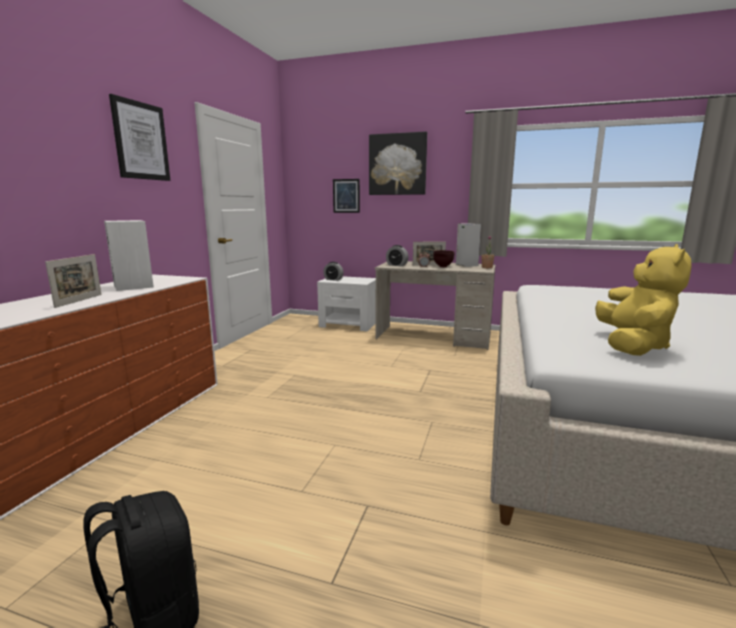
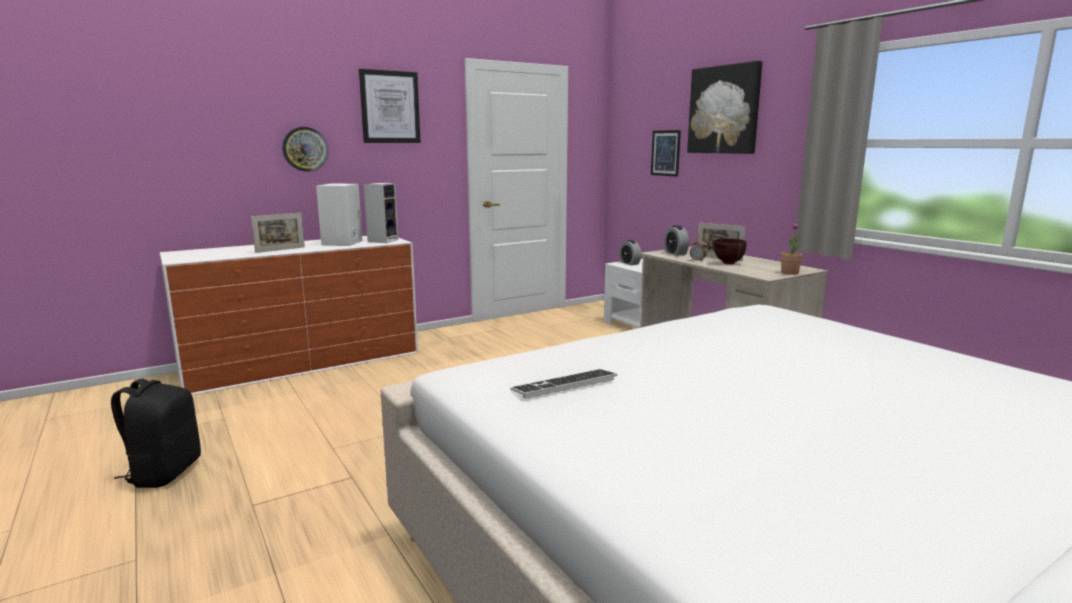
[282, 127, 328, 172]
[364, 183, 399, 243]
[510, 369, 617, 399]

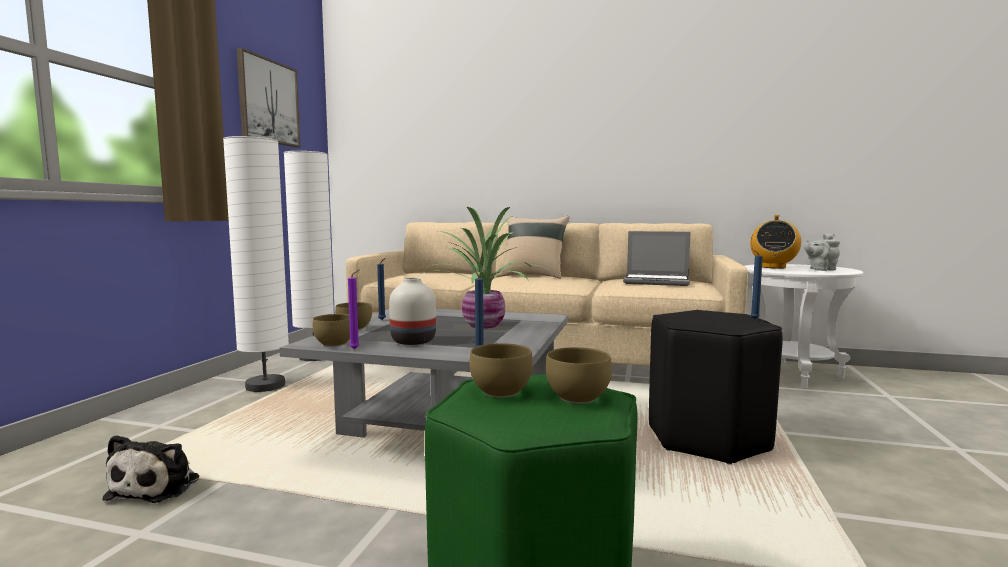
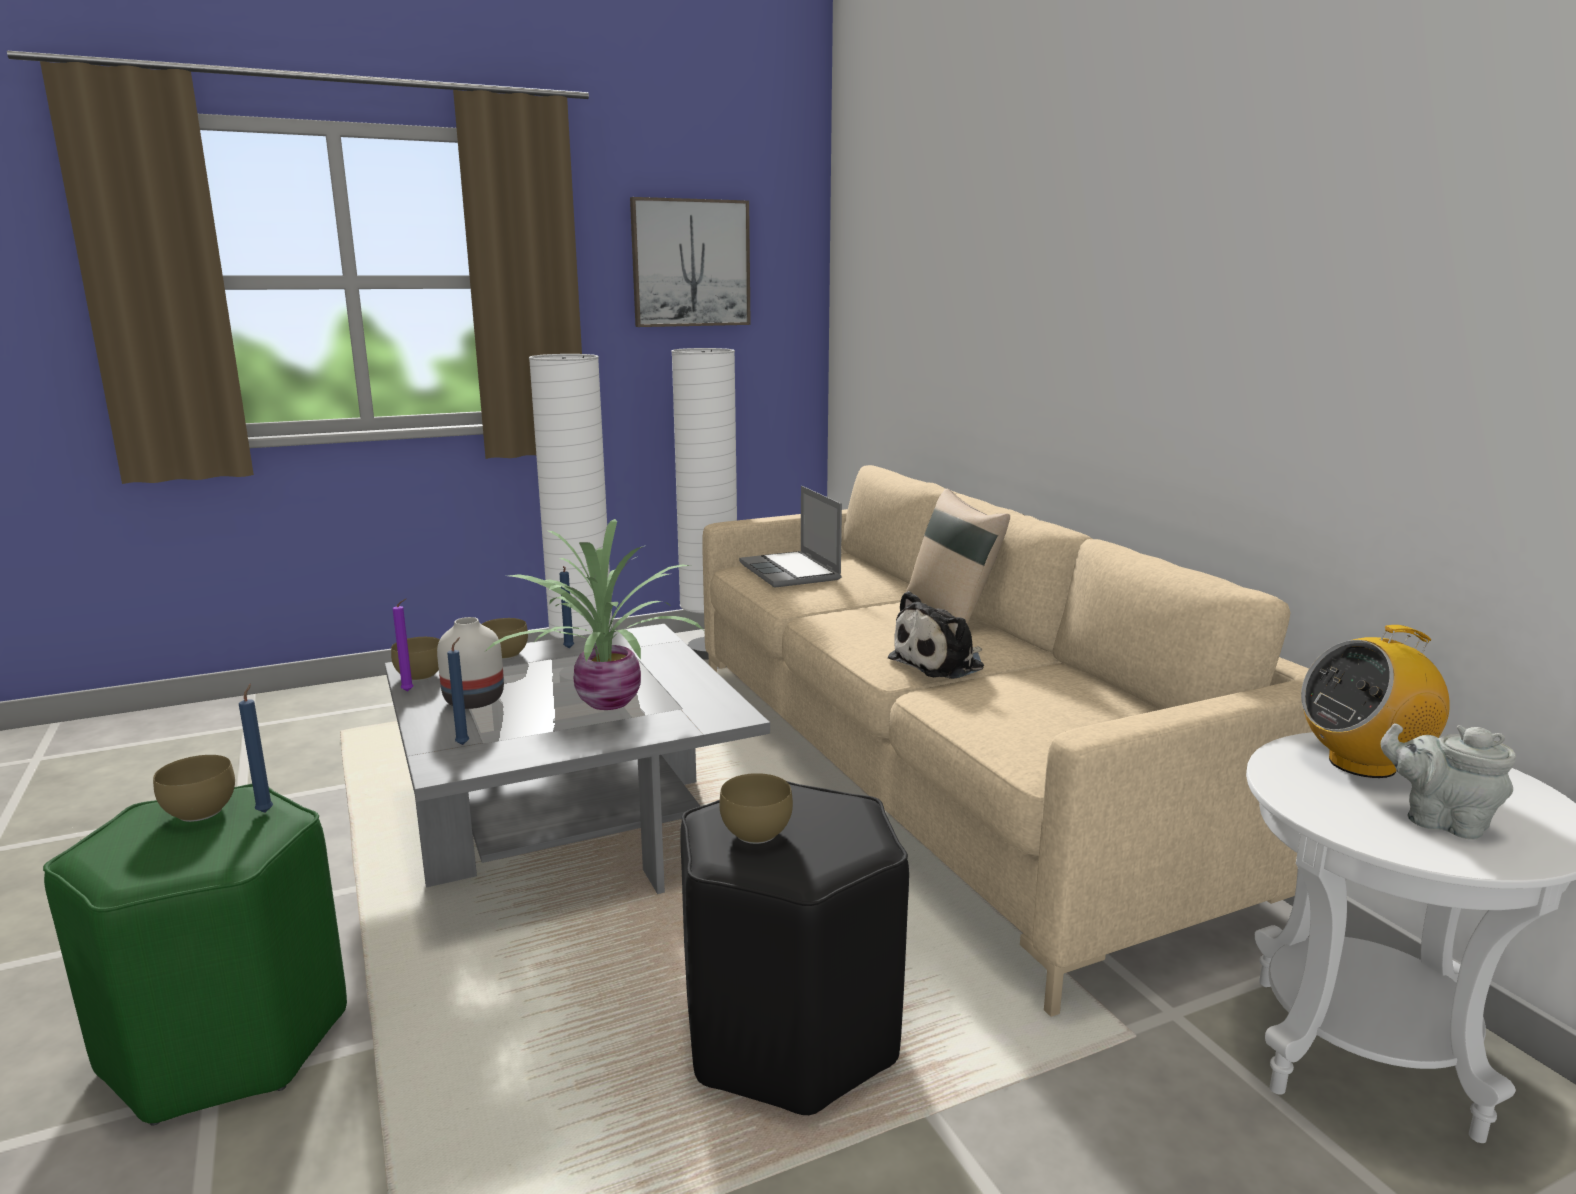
[888, 591, 984, 679]
[719, 773, 793, 844]
[739, 486, 842, 588]
[239, 684, 273, 813]

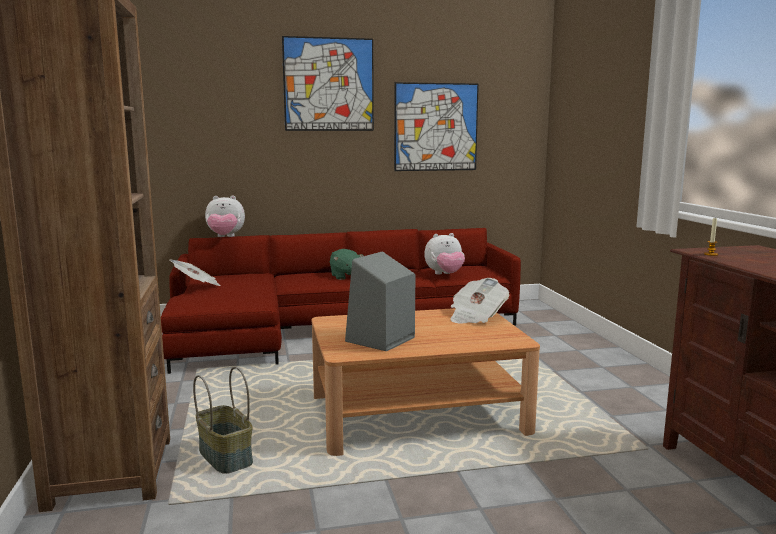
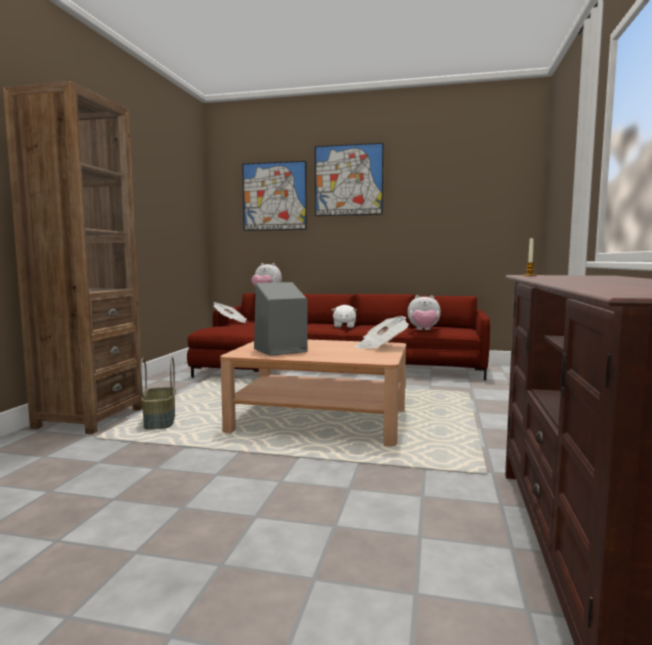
[242, 161, 307, 231]
[332, 305, 357, 328]

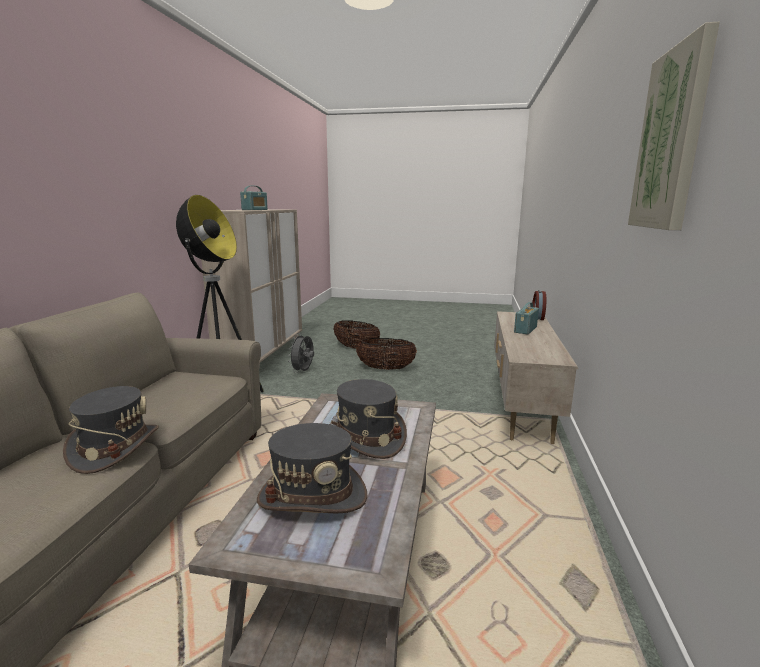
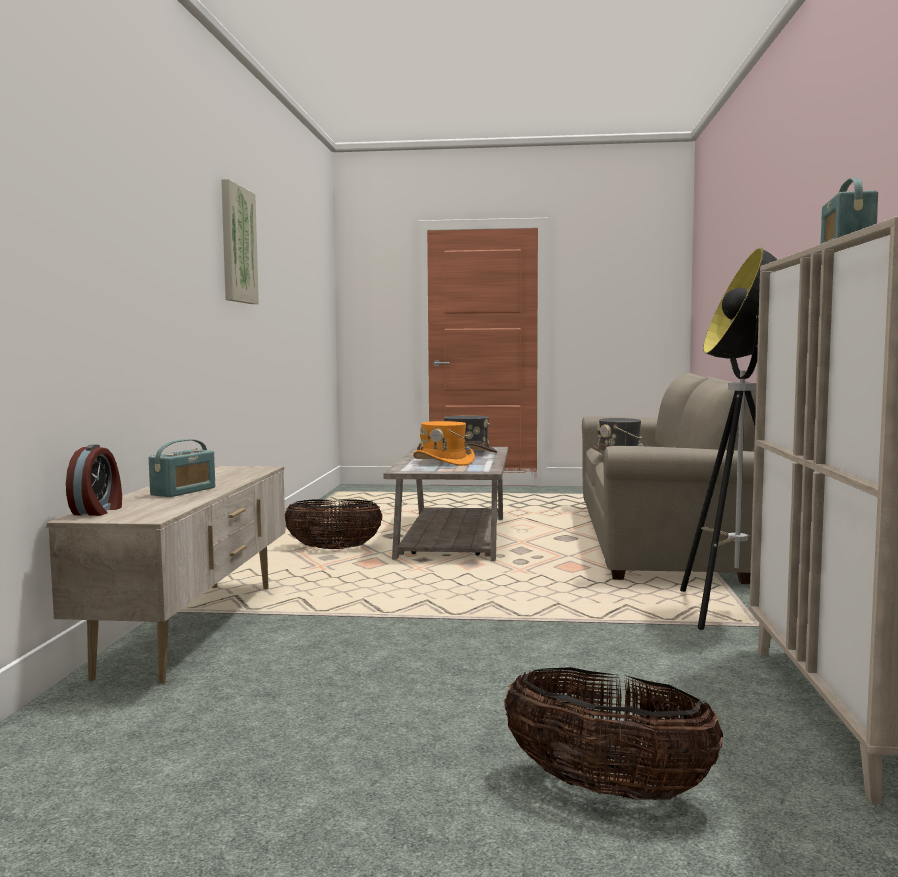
[288, 333, 314, 373] (first image)
[285, 500, 382, 549]
[413, 421, 475, 466]

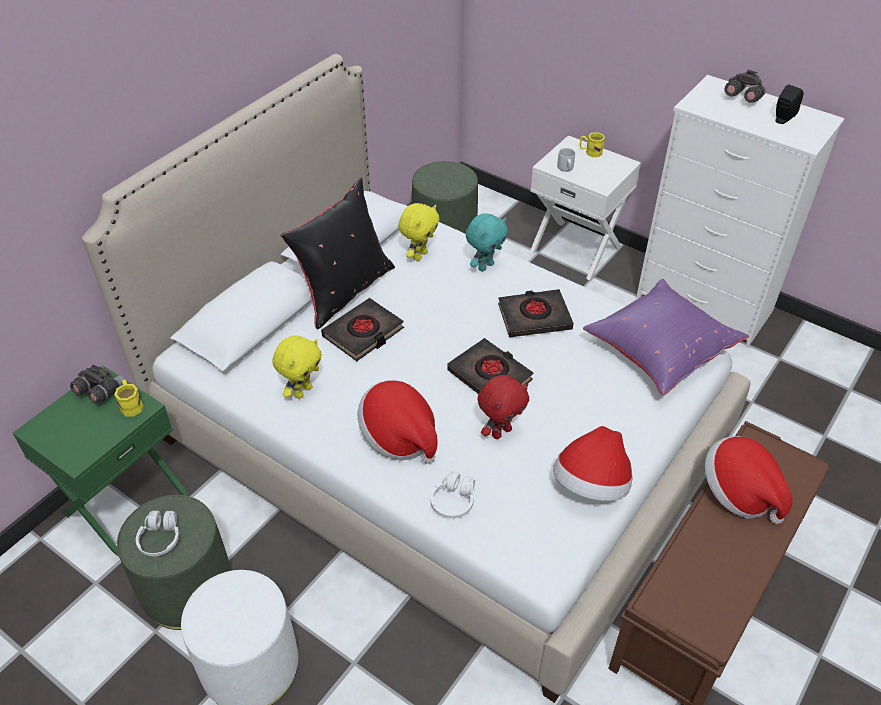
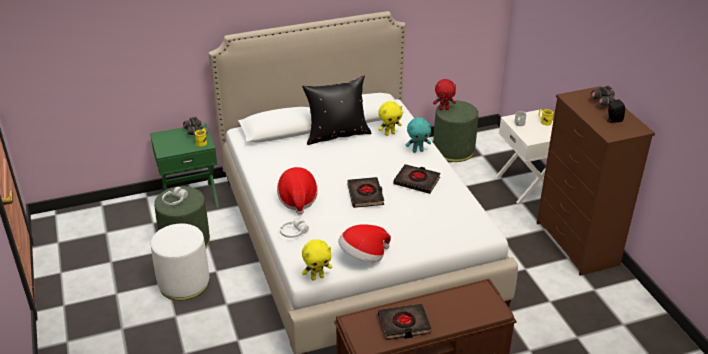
[583, 279, 749, 396] (first image)
[705, 436, 793, 524] (first image)
[302, 239, 333, 280]
[378, 304, 431, 340]
[433, 79, 456, 110]
[537, 86, 655, 276]

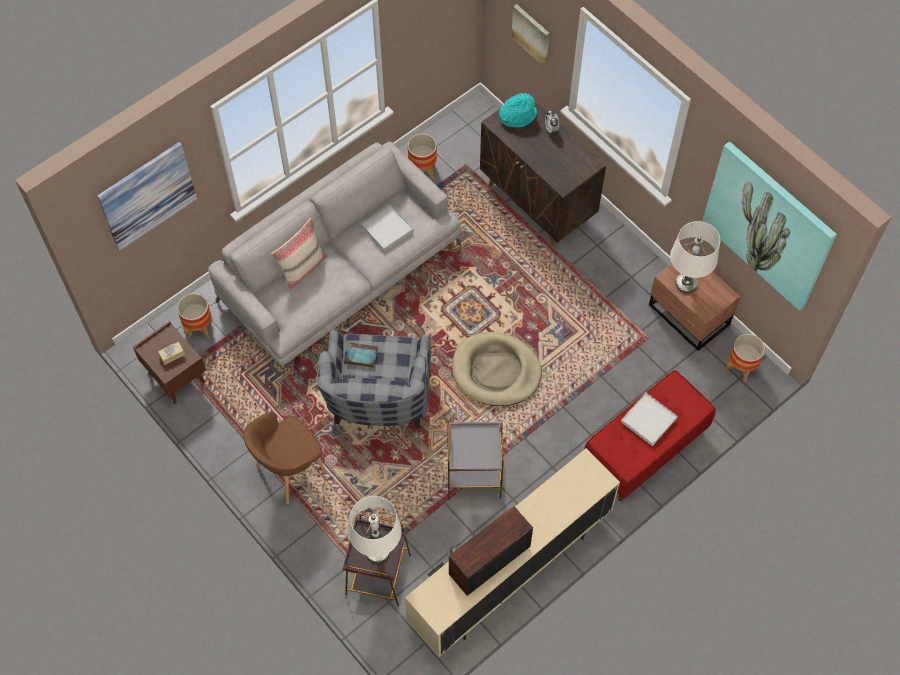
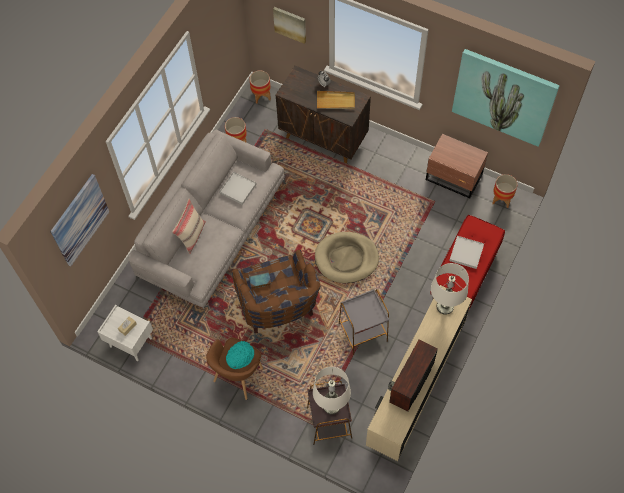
[317, 91, 355, 109]
[250, 70, 271, 104]
[226, 341, 254, 369]
[431, 263, 469, 315]
[97, 304, 153, 361]
[232, 250, 320, 333]

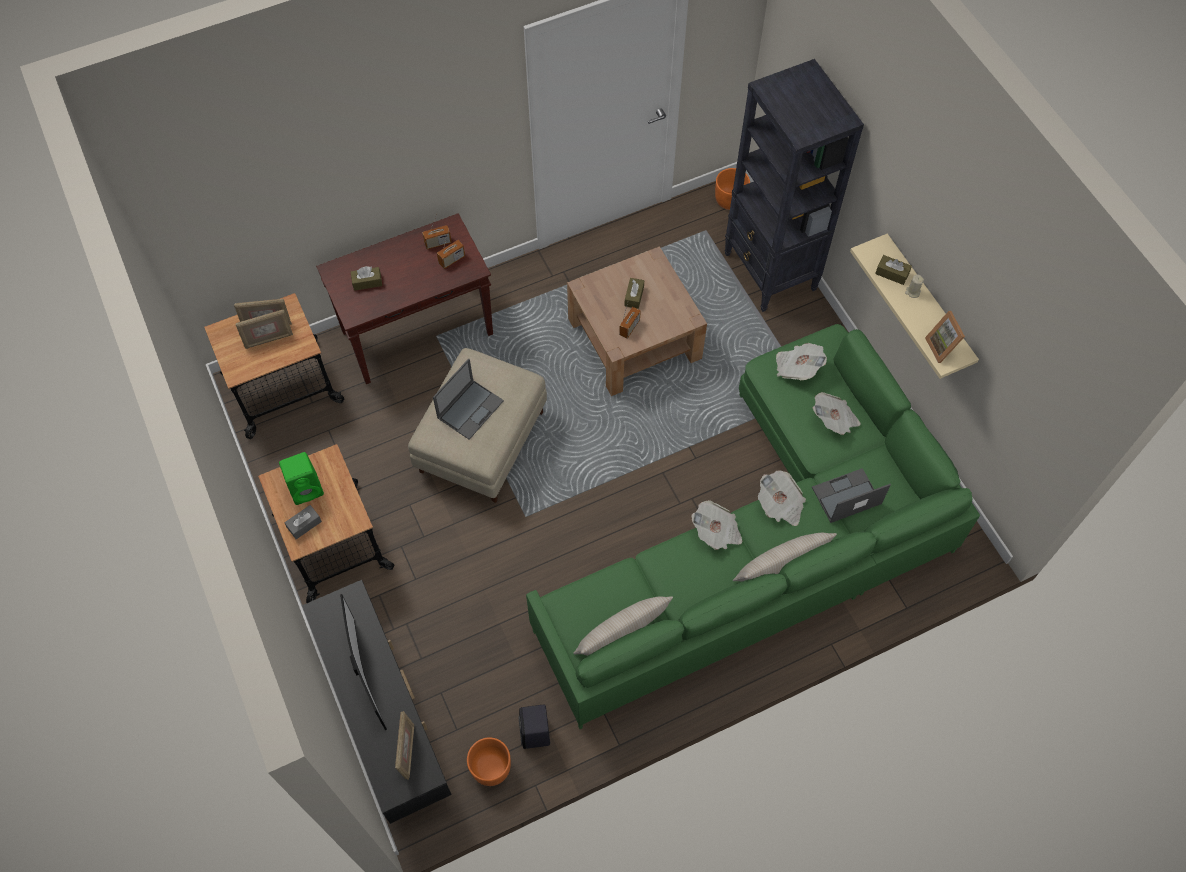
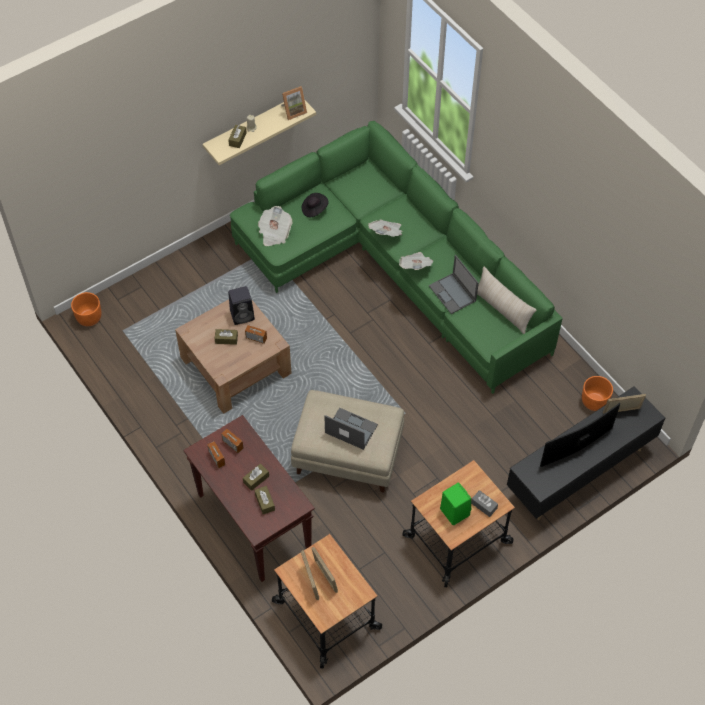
[724, 59, 864, 312] (first image)
[733, 533, 837, 582] (first image)
[243, 463, 269, 491]
[228, 286, 255, 325]
[429, 255, 479, 314]
[302, 193, 328, 217]

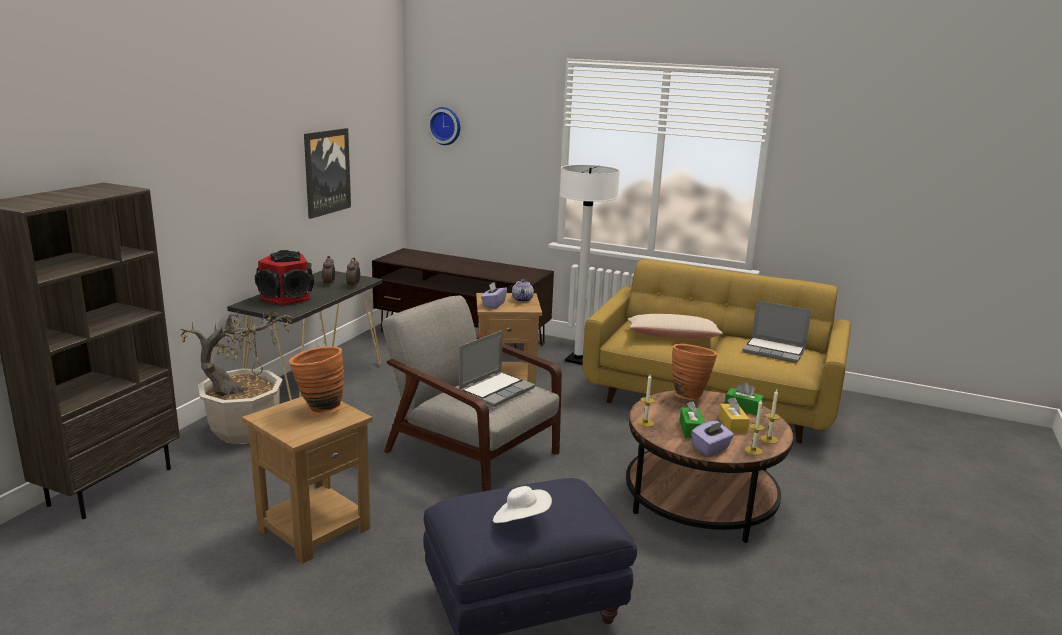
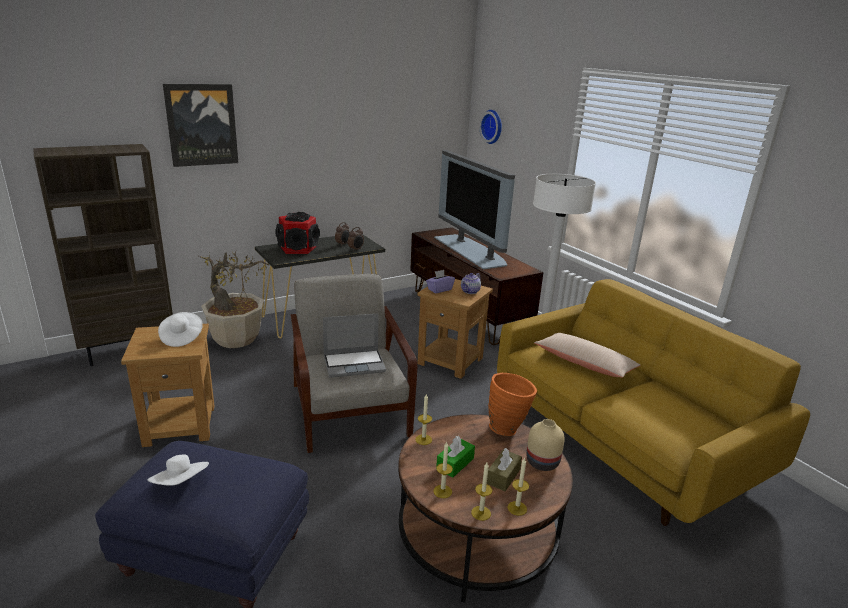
[742, 300, 812, 363] (first image)
[434, 150, 515, 270]
[163, 84, 238, 167]
[158, 312, 203, 347]
[433, 442, 453, 498]
[526, 419, 565, 471]
[487, 448, 522, 491]

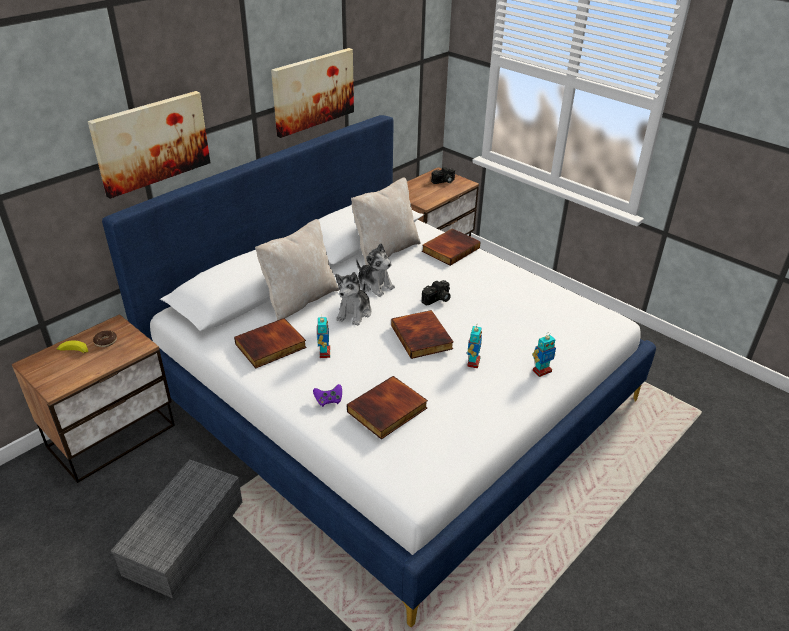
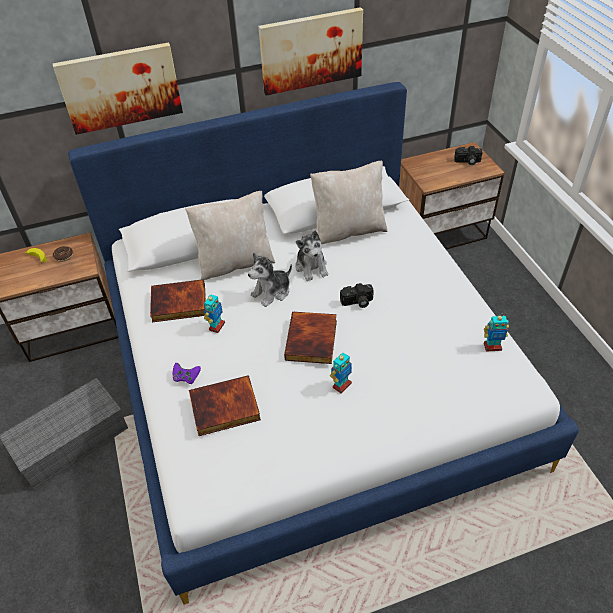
[422, 228, 481, 266] (first image)
[484, 316, 509, 352]

